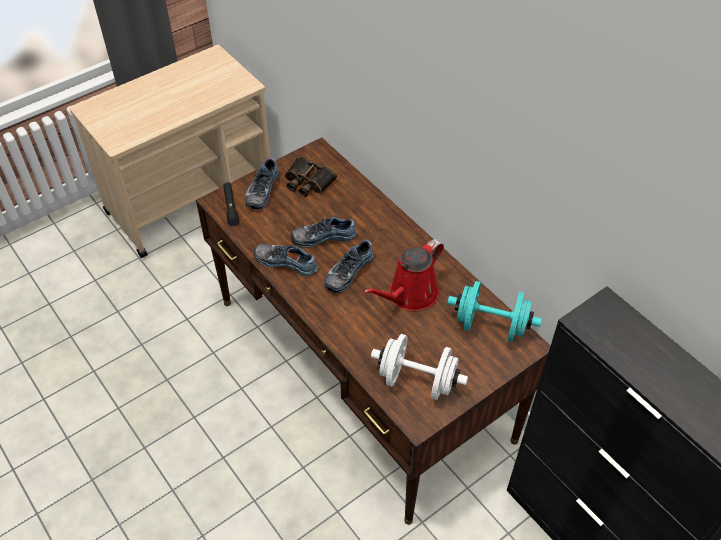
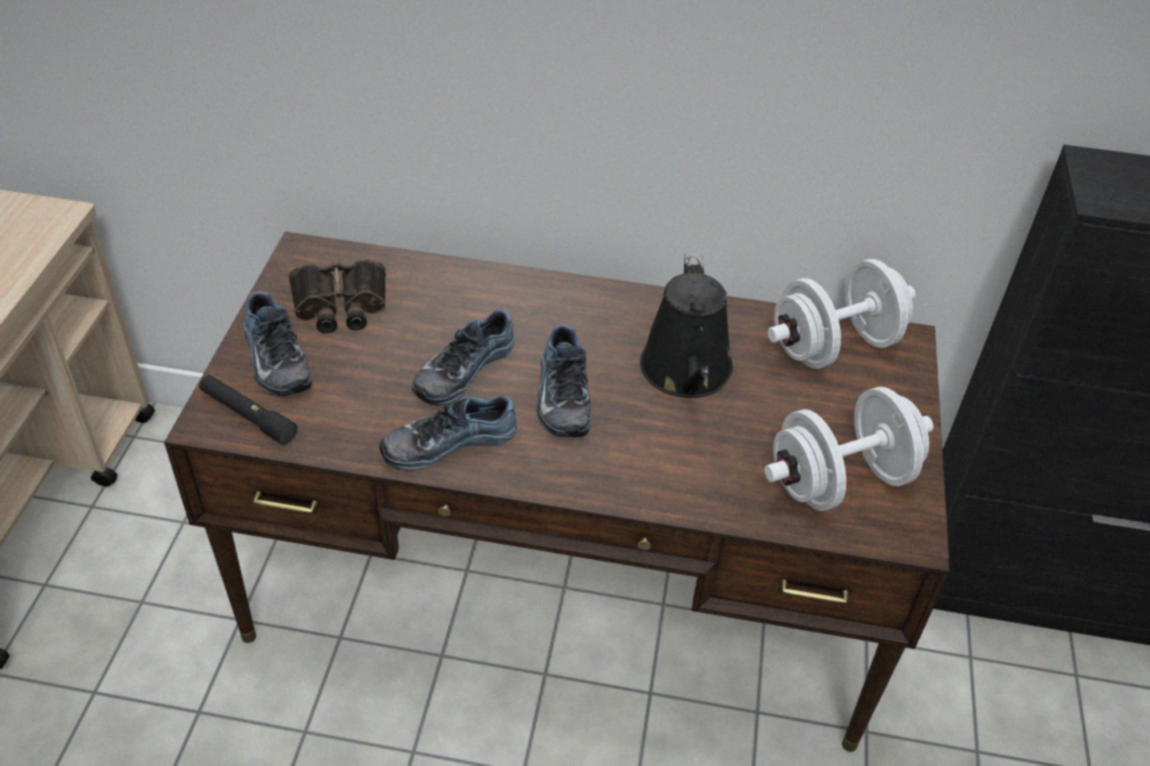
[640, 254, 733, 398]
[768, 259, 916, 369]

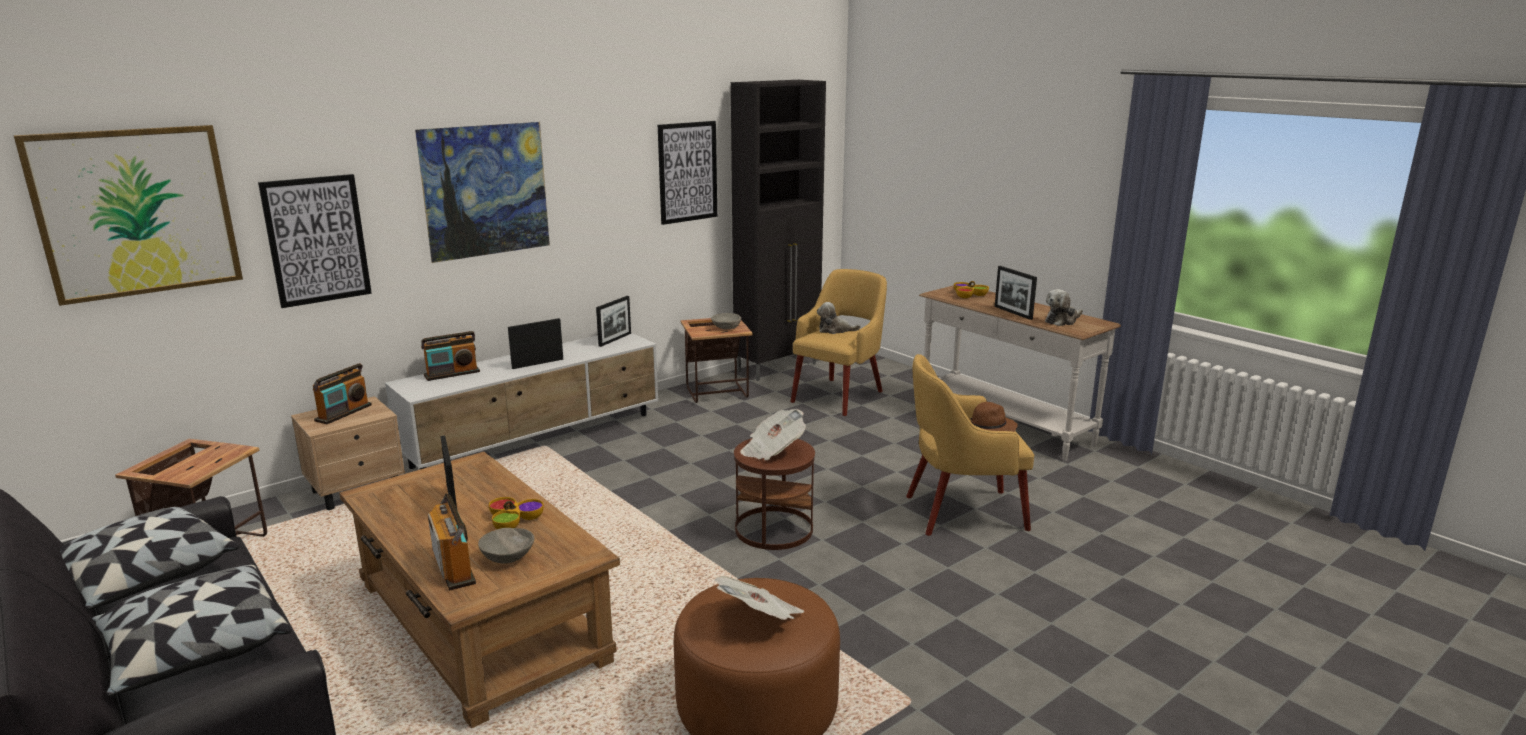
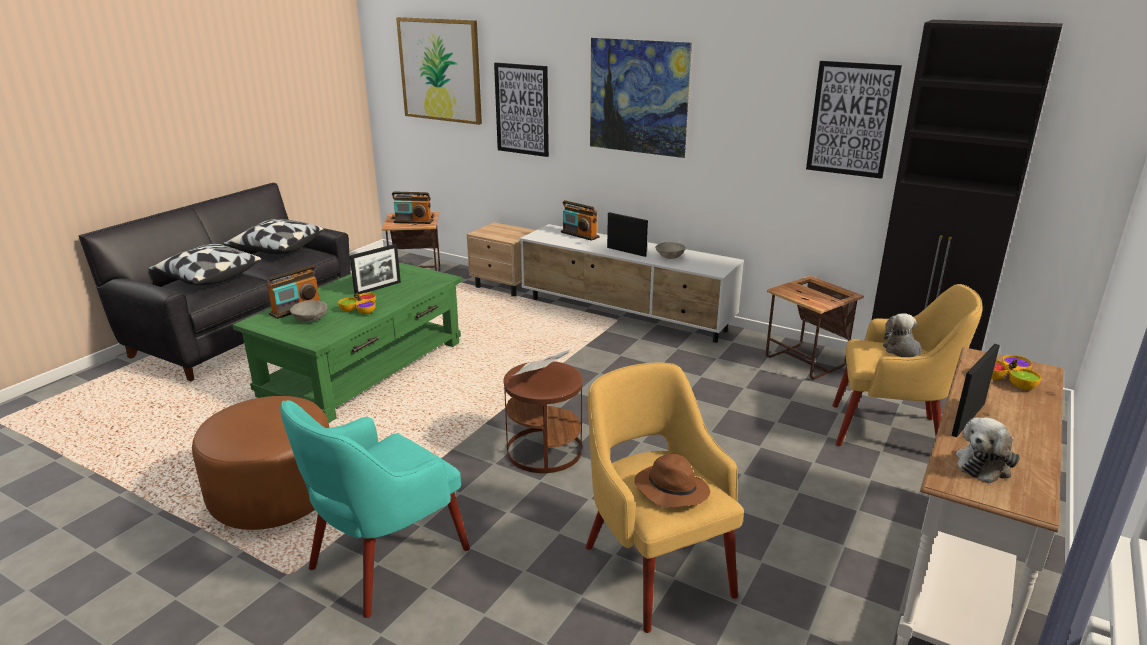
[596, 296, 631, 347] (first image)
[714, 576, 805, 620] (first image)
[280, 400, 470, 618]
[392, 191, 434, 224]
[655, 242, 686, 259]
[233, 262, 462, 423]
[956, 417, 1020, 483]

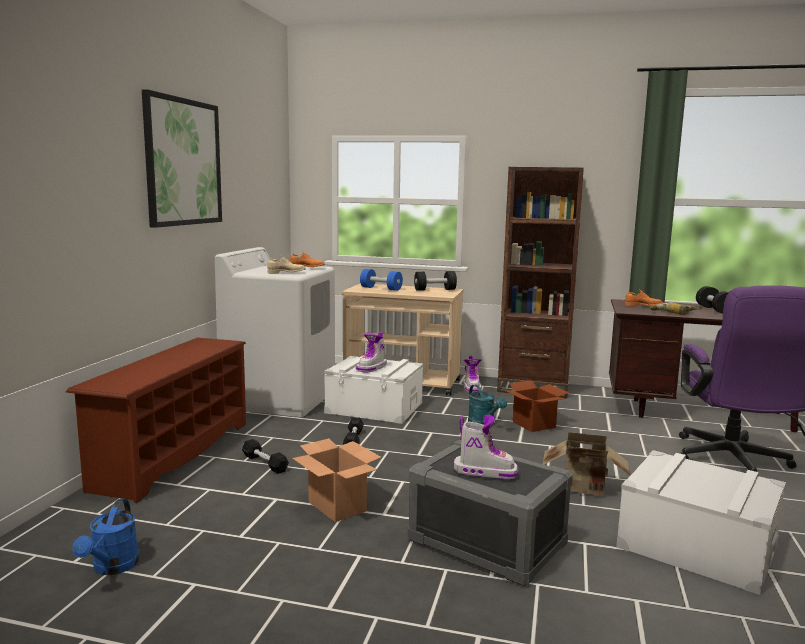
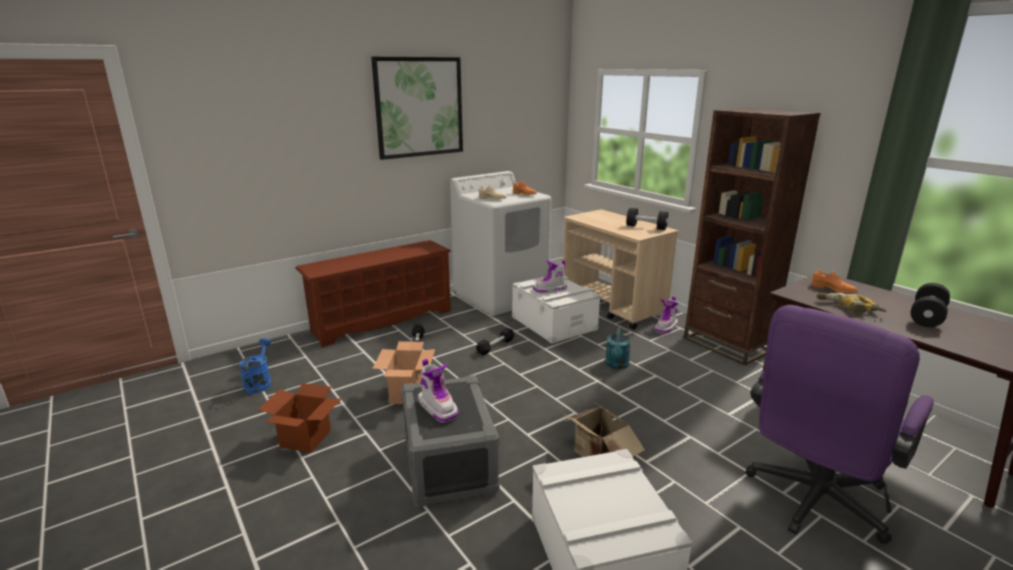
[360, 269, 403, 291] (first image)
[258, 383, 341, 453]
[239, 338, 271, 394]

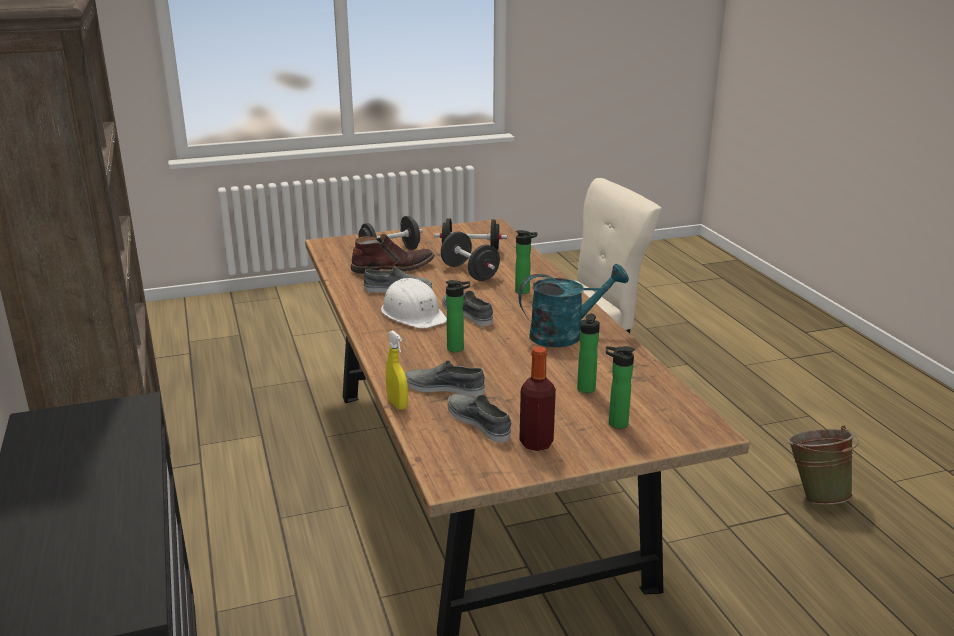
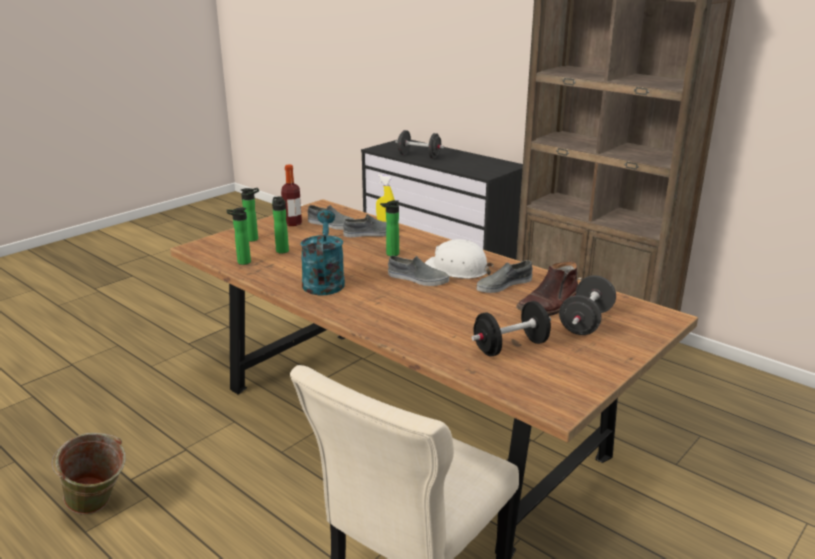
[395, 130, 444, 159]
[227, 207, 251, 265]
[300, 210, 345, 295]

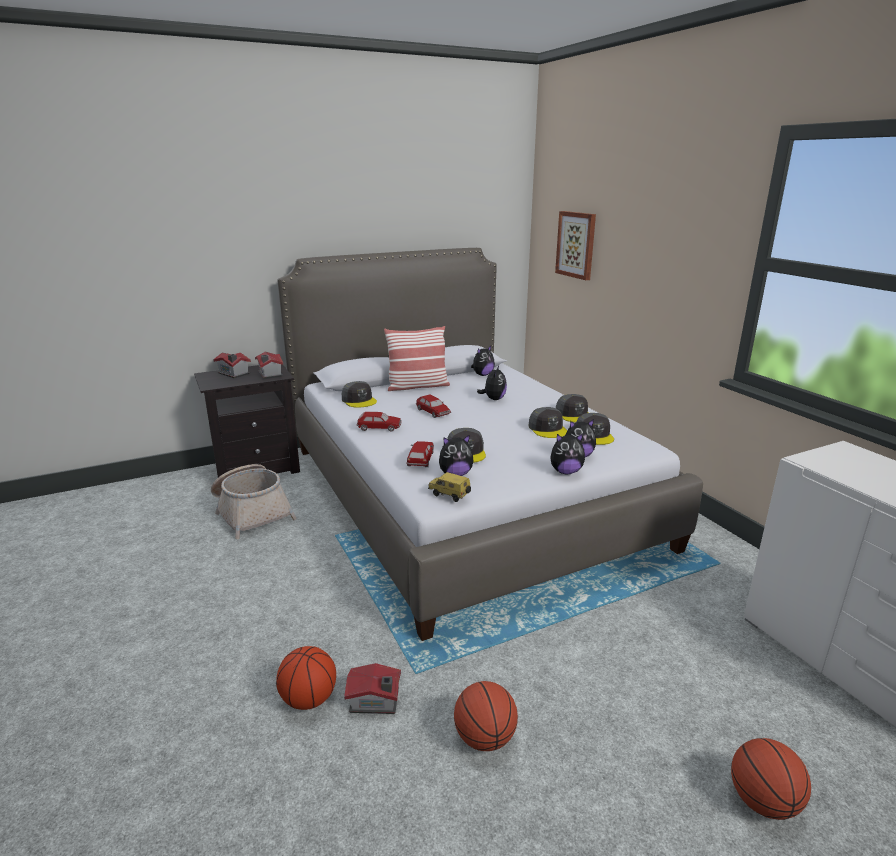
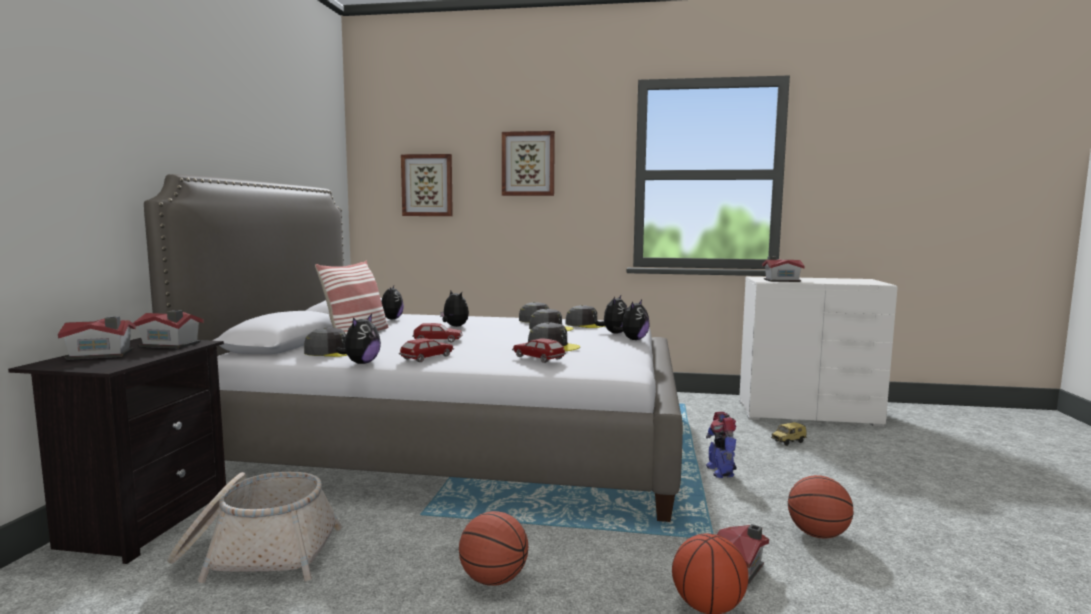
[502, 131, 555, 196]
[706, 412, 737, 478]
[762, 256, 804, 282]
[771, 422, 807, 446]
[336, 314, 381, 364]
[459, 511, 528, 586]

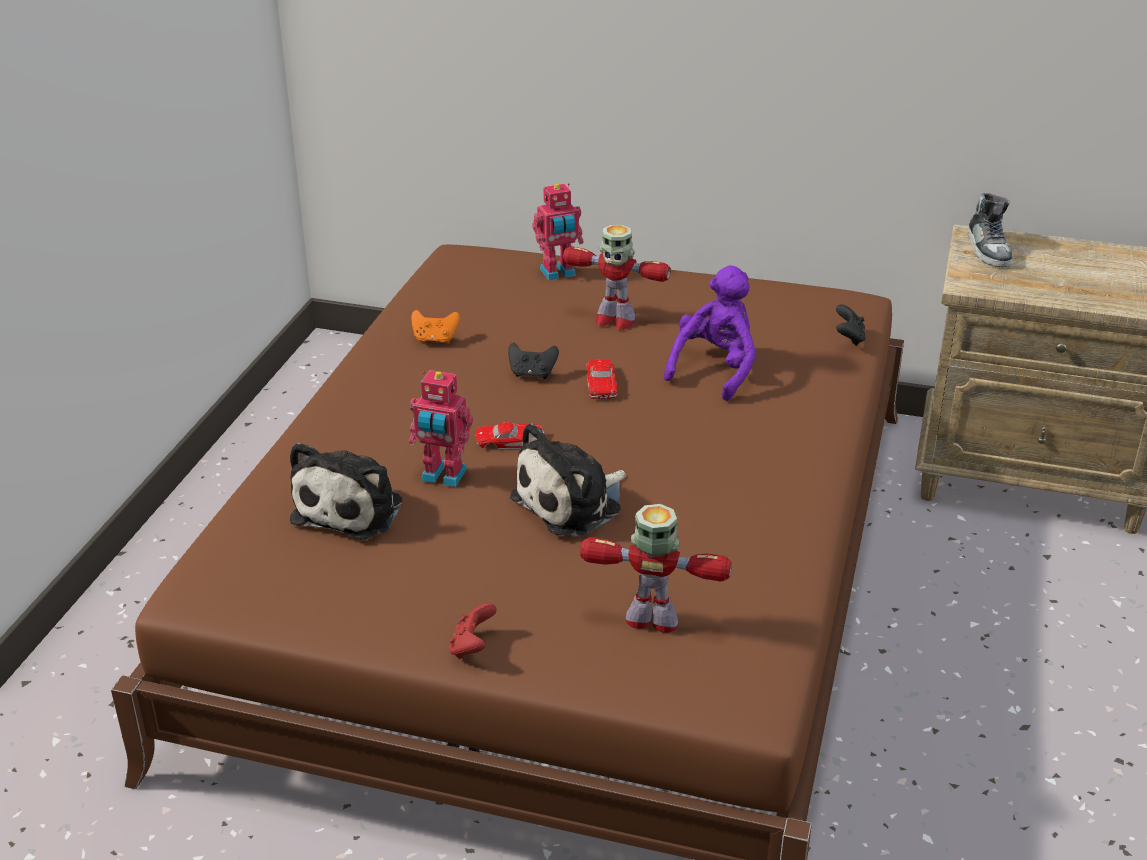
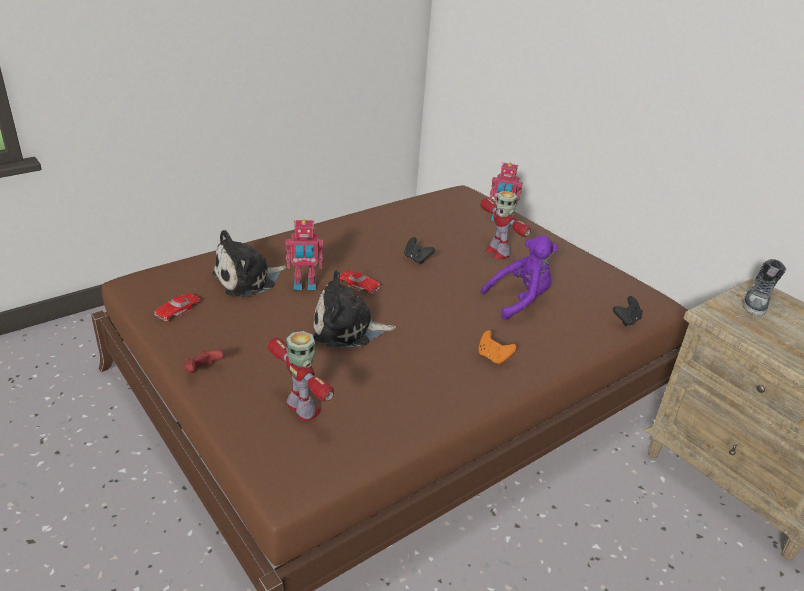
[478, 330, 517, 365]
[154, 293, 200, 322]
[285, 220, 323, 290]

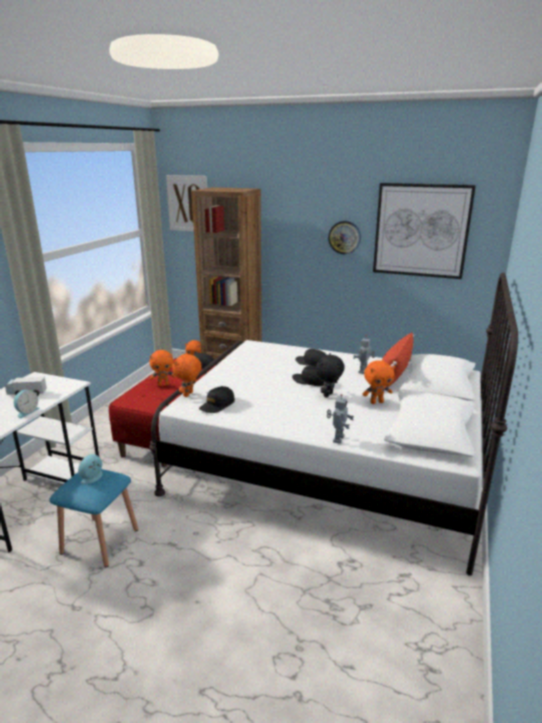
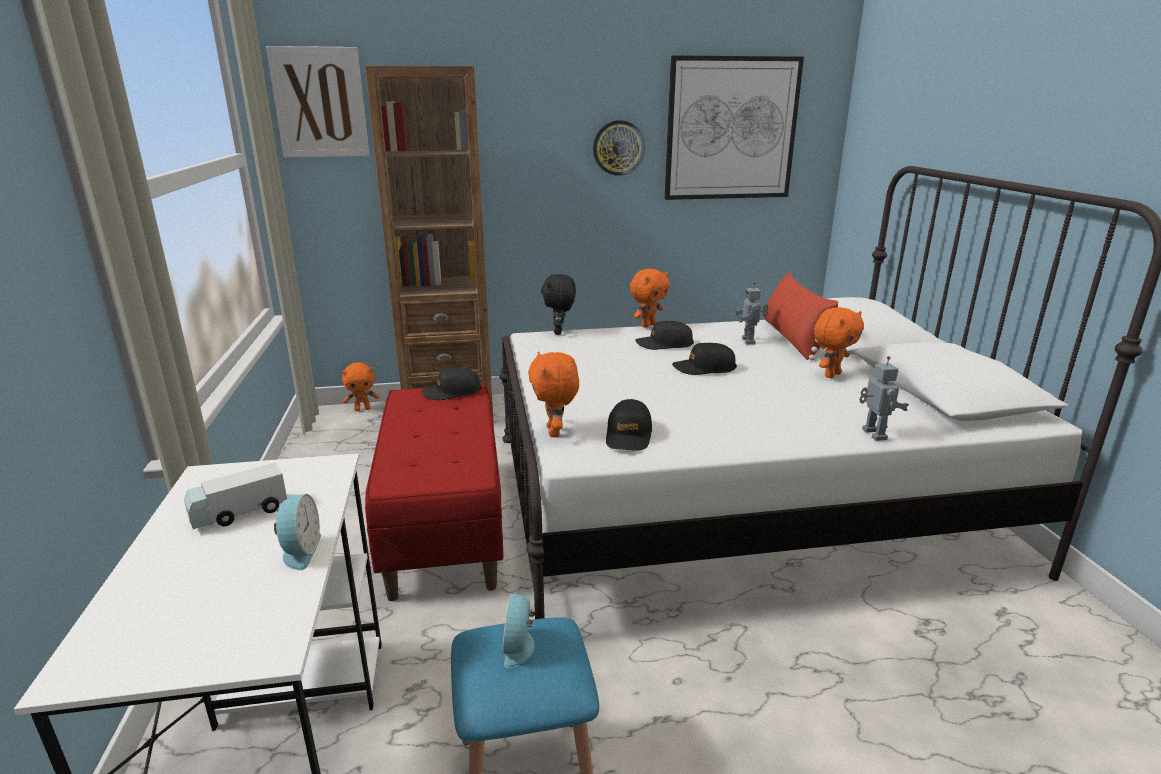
[630, 269, 670, 328]
[541, 274, 576, 335]

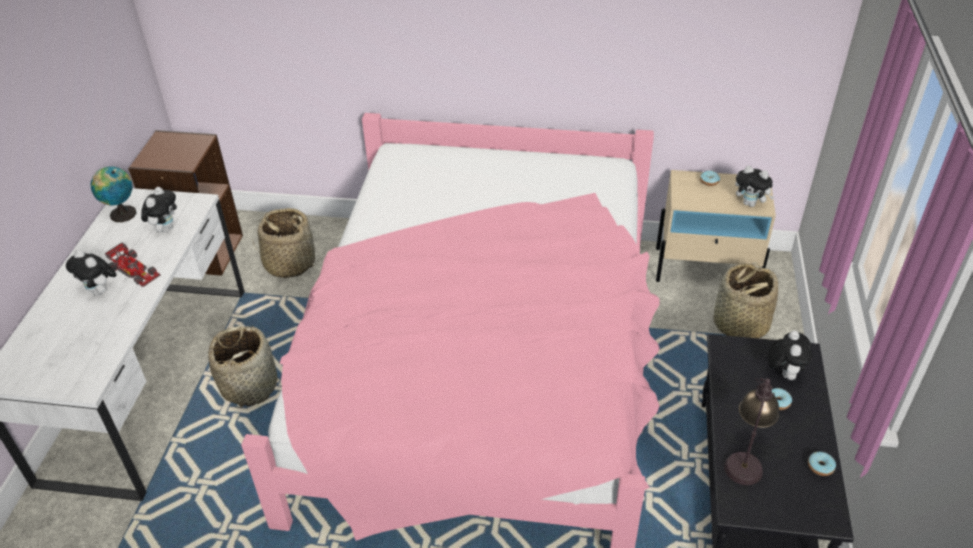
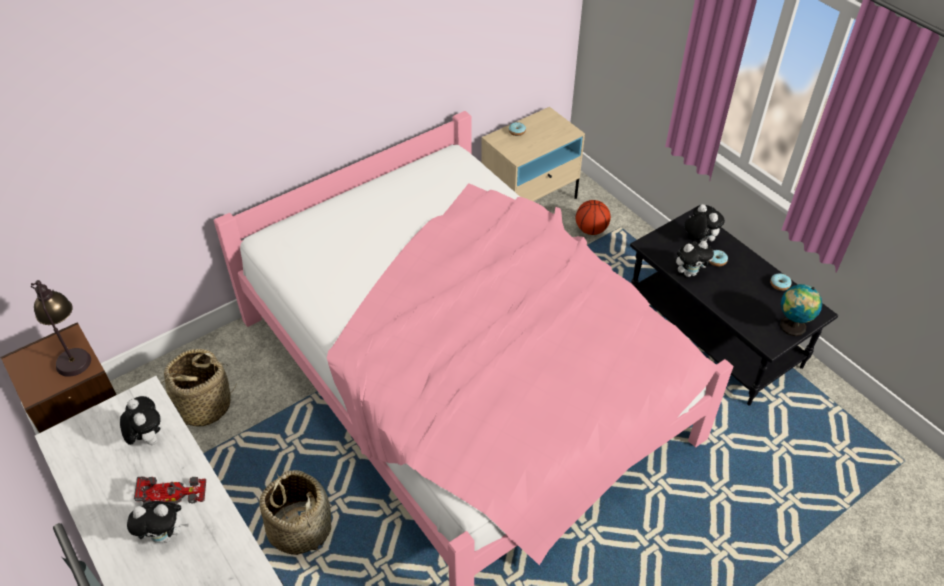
[780, 284, 822, 336]
[31, 280, 91, 377]
[676, 241, 714, 277]
[576, 200, 611, 235]

